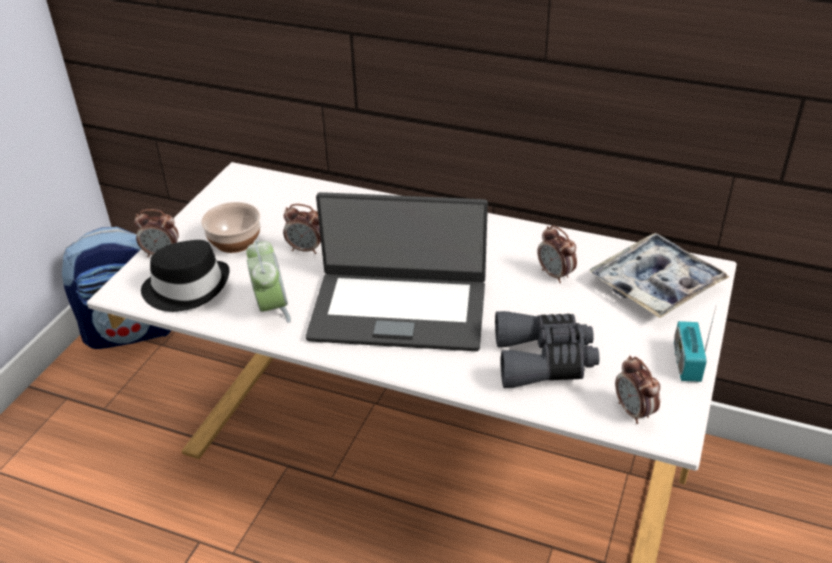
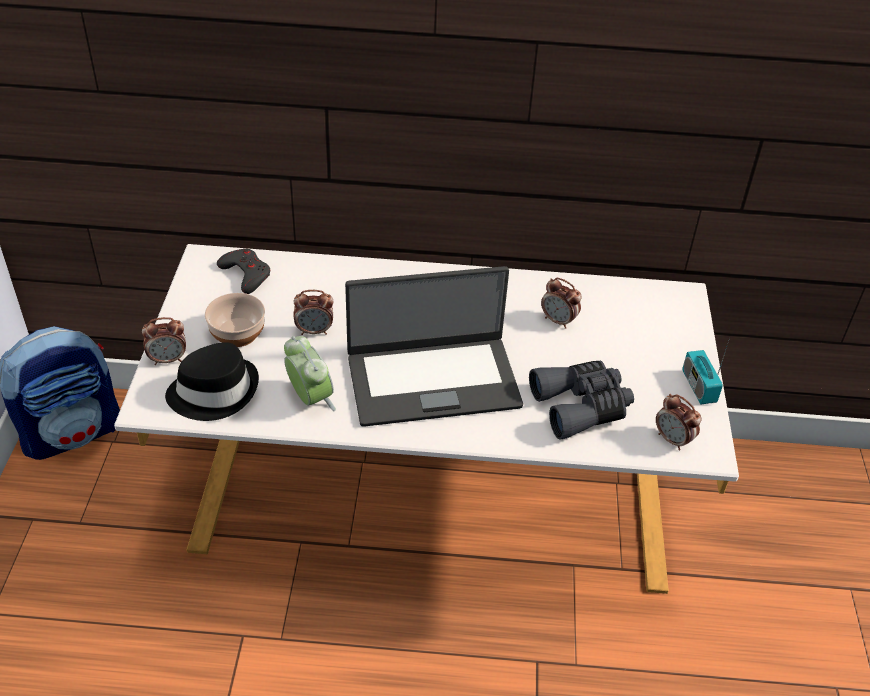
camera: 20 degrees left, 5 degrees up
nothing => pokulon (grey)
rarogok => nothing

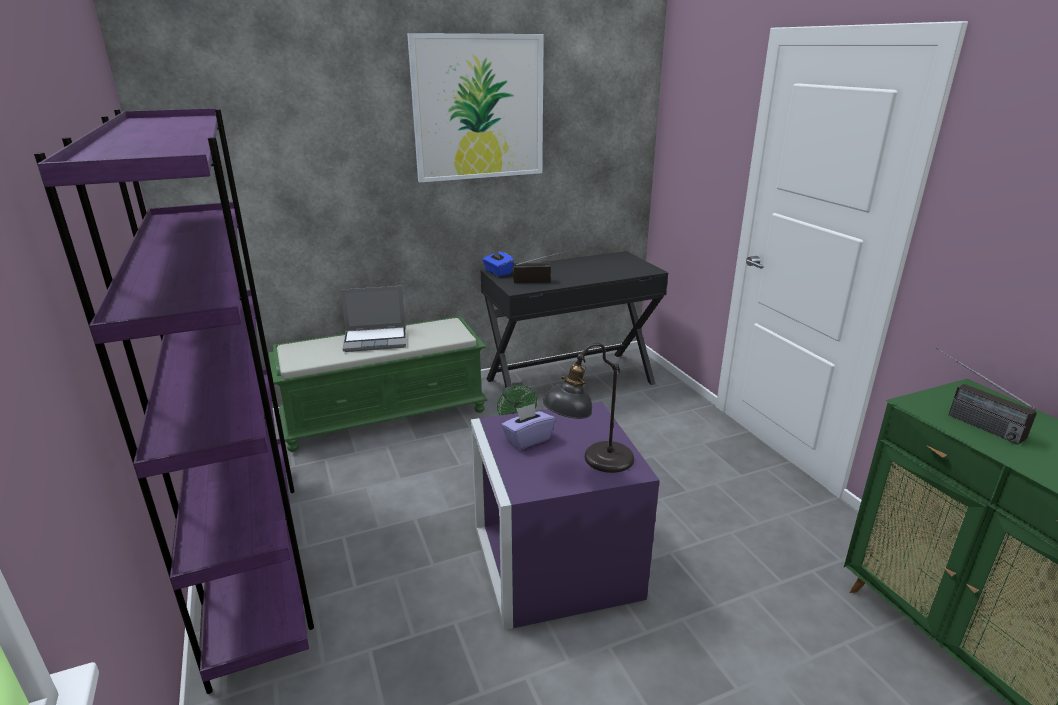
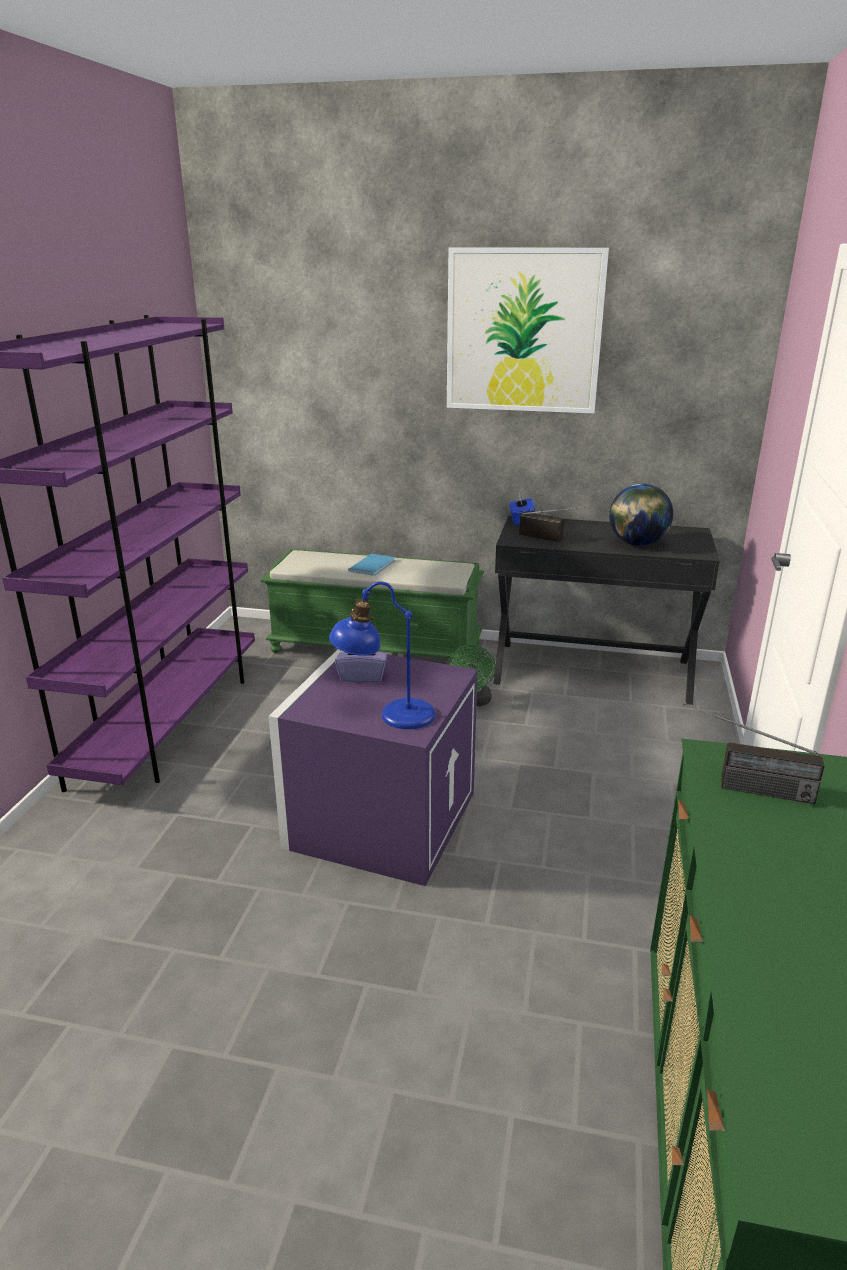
camera: 35 degrees right, 0 degrees up
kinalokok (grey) => kinalokok (blue)
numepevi => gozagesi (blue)
nothing => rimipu
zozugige (2nd from left), 75 degrees counterclockwise

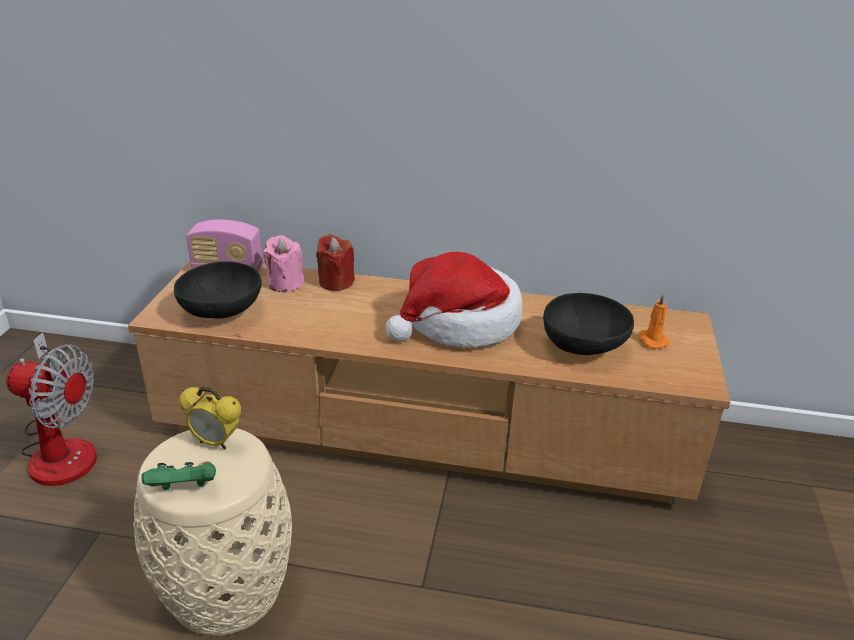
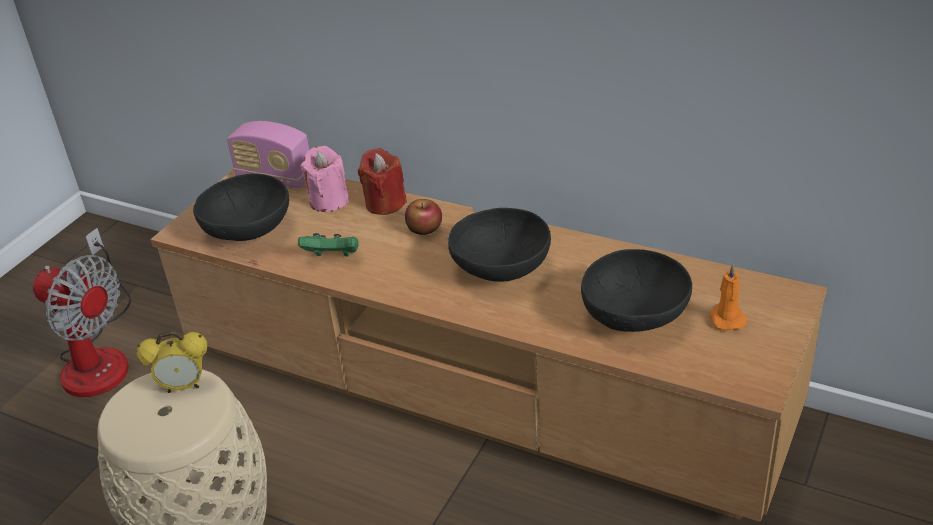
camera: 20 degrees right, 5 degrees up
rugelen, 45 degrees counterclockwise
pokulon (green), moved
nothing => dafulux
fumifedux => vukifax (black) (2nd from left)

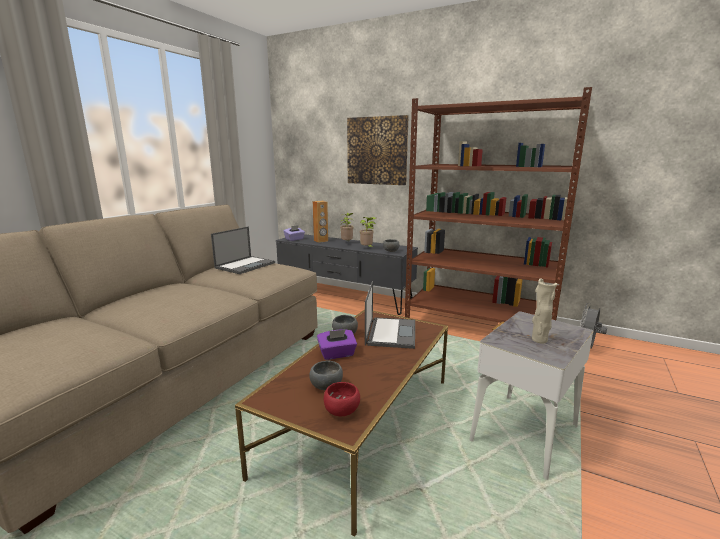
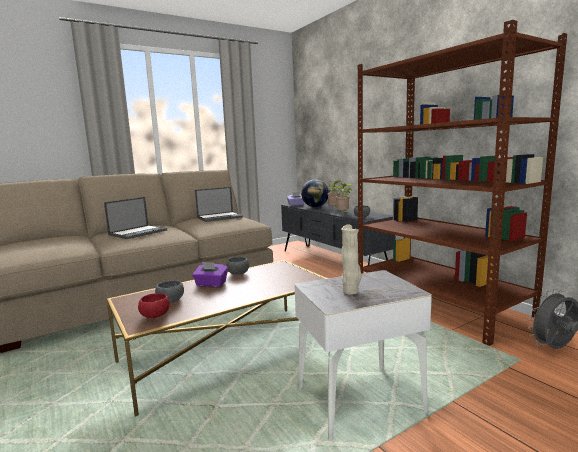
camera: 30 degrees right, 5 degrees down
numepevi (2nd from left in the first image) => numepevi (1st from left), moved
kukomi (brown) => rimipu
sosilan => nothing

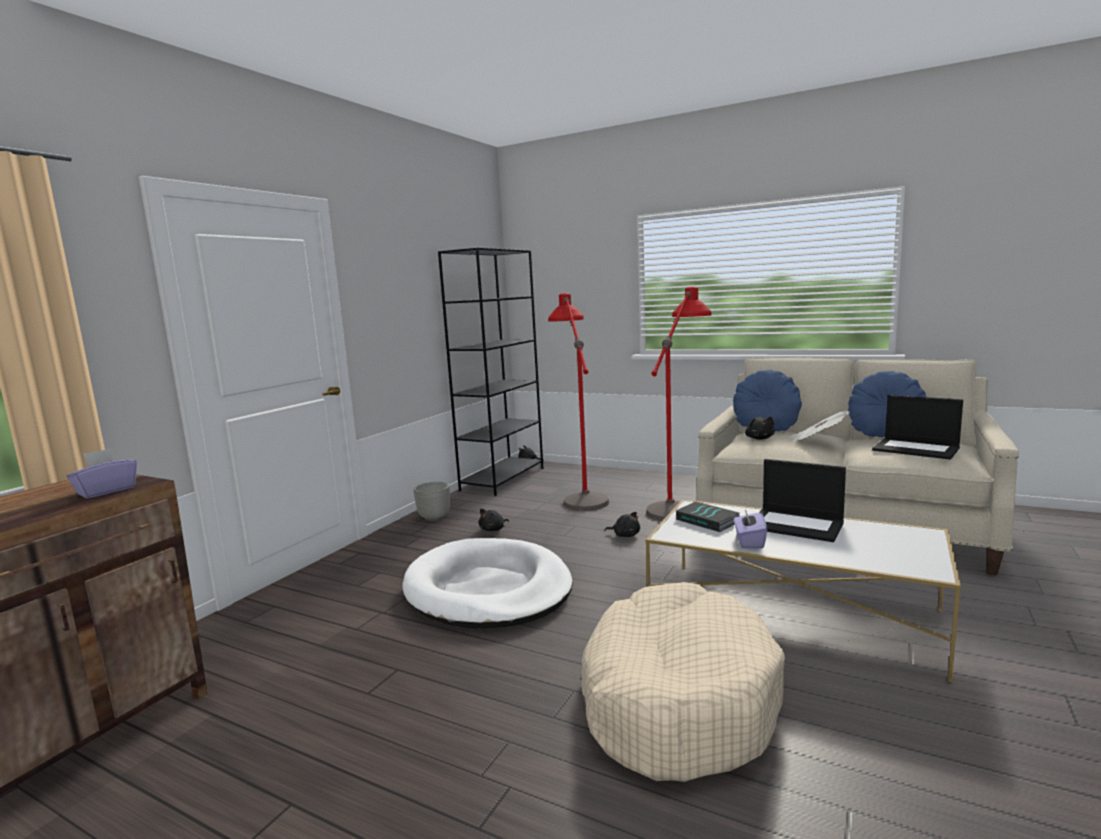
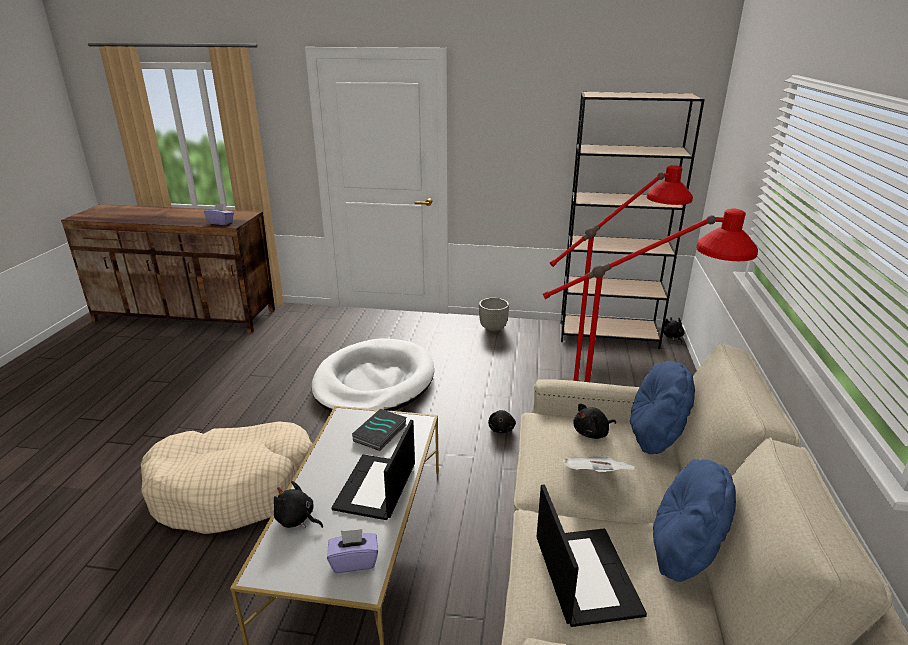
camera: 70 degrees right, 15 degrees up
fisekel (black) (1st from left), moved
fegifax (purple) (2nd from left), moved
numepevi (2nd from left), 150 degrees clockwise
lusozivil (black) => lusozivil (beige)

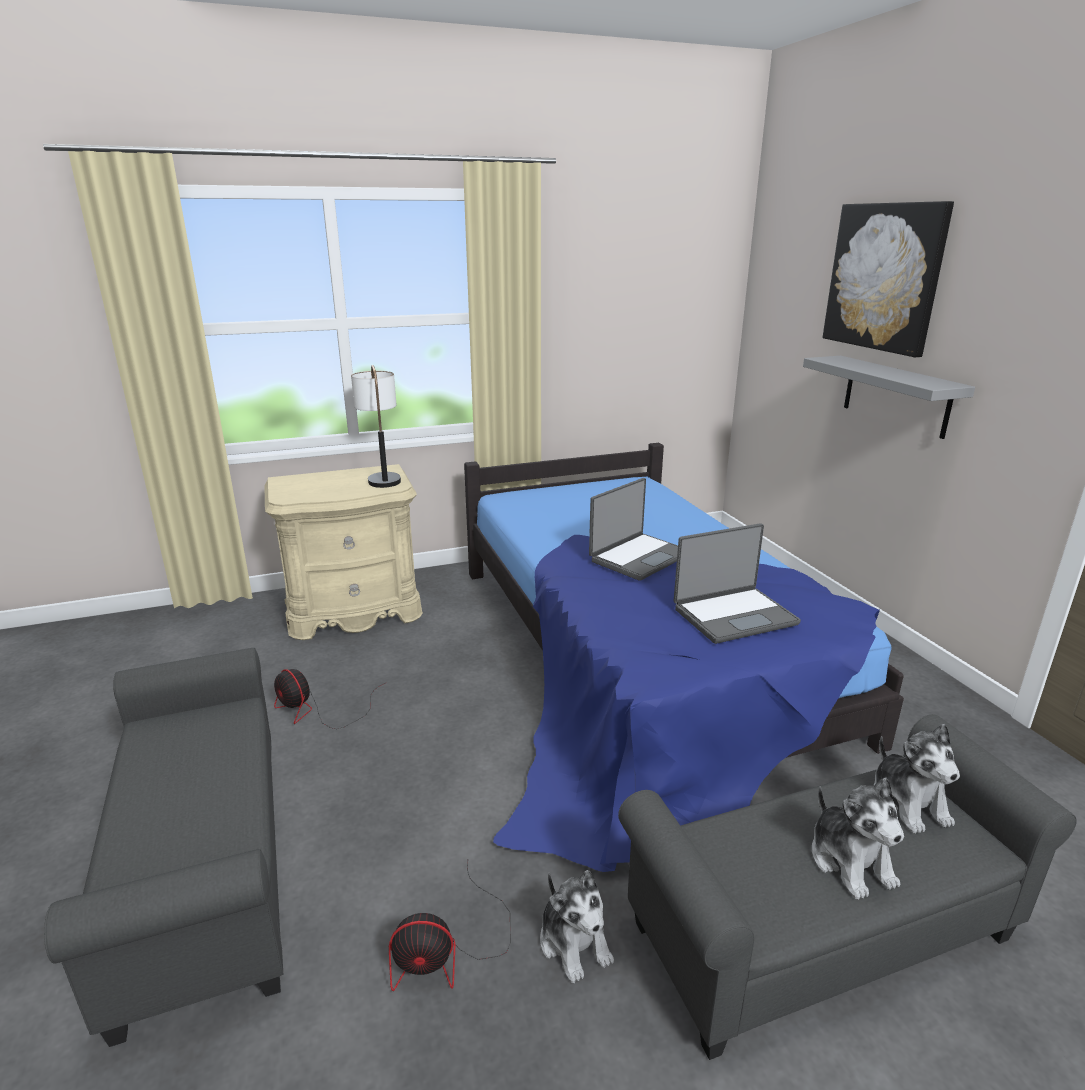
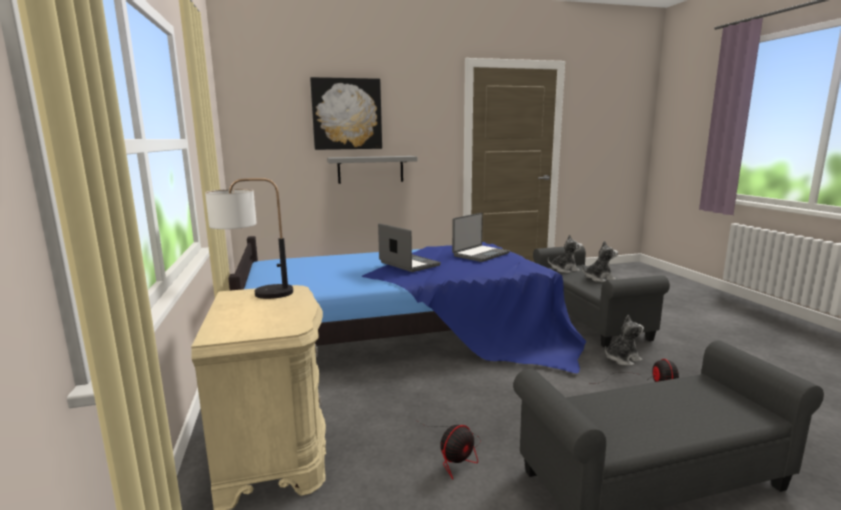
camera: 85 degrees left, 10 degrees down
numepevi (2nd from left), 60 degrees clockwise

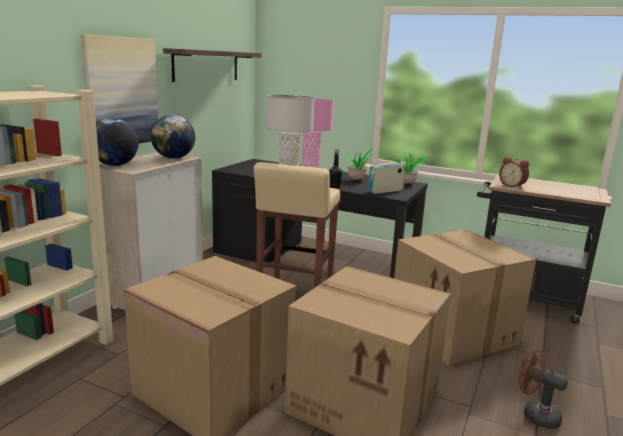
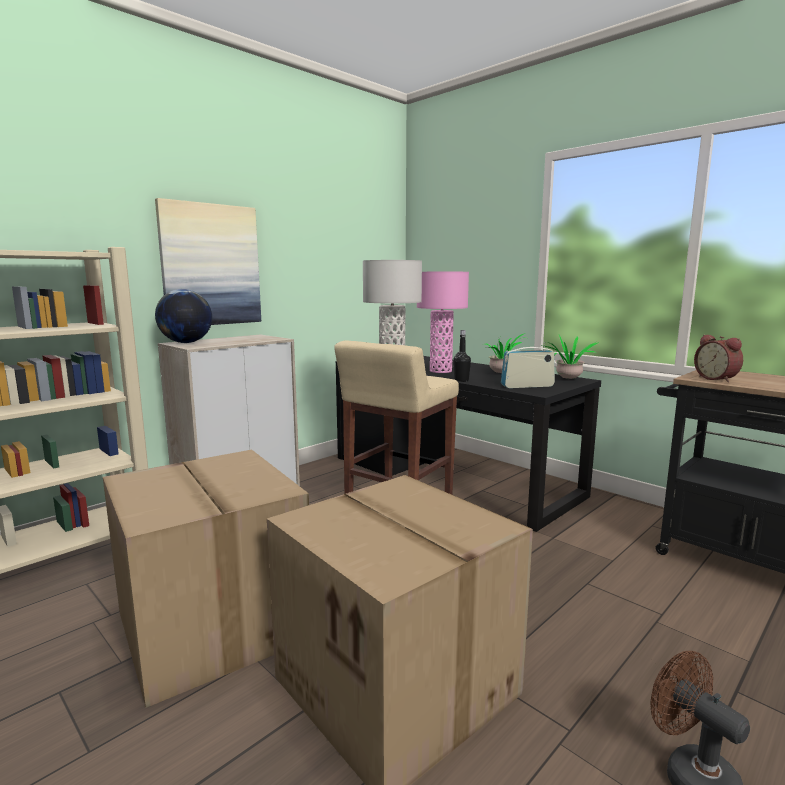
camera: 20 degrees right, 5 degrees down
rimipu (2nd from left) => nothing
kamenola => nothing
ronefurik (3rd from left) => nothing

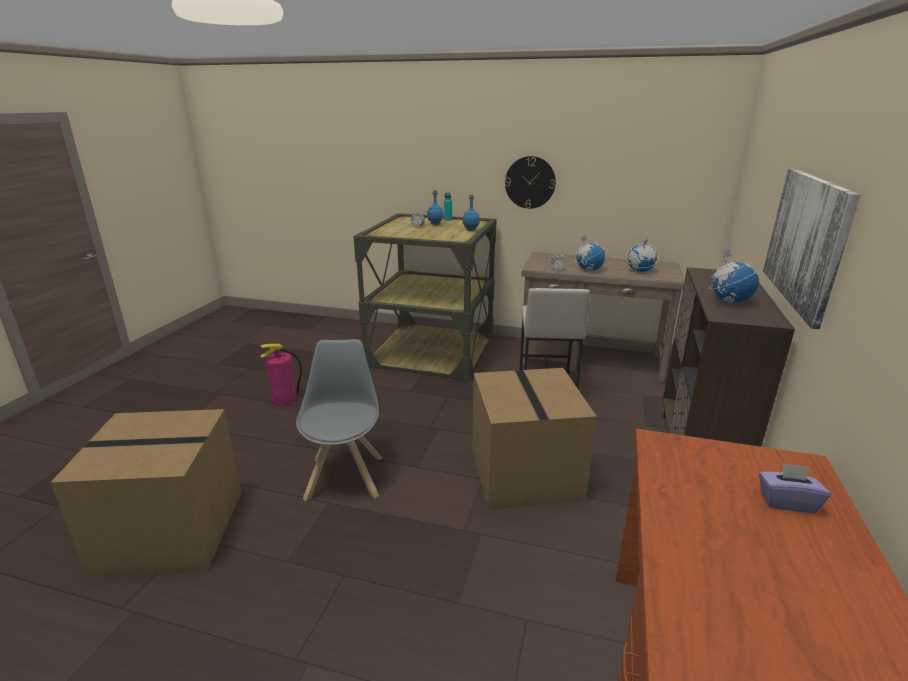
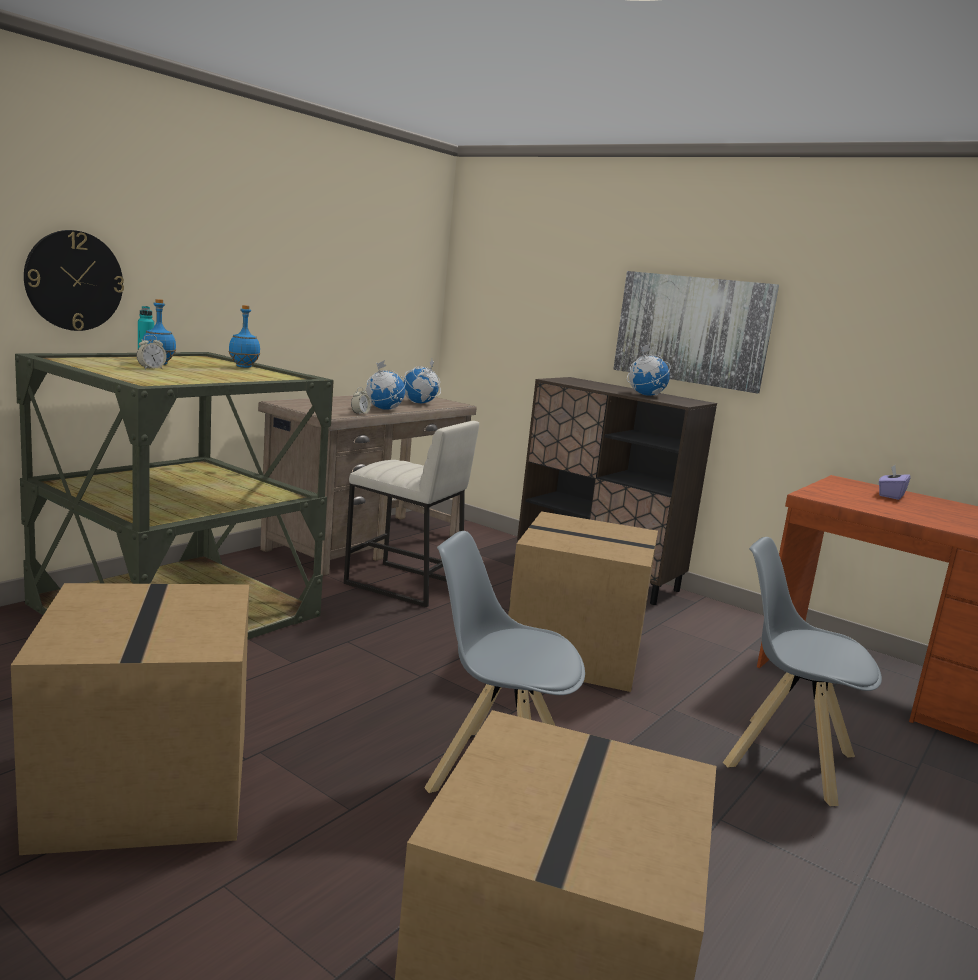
camera: 70 degrees left, 10 degrees down
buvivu => ronefurik (1st from left)
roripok, moved
nothing => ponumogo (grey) (2nd from left)

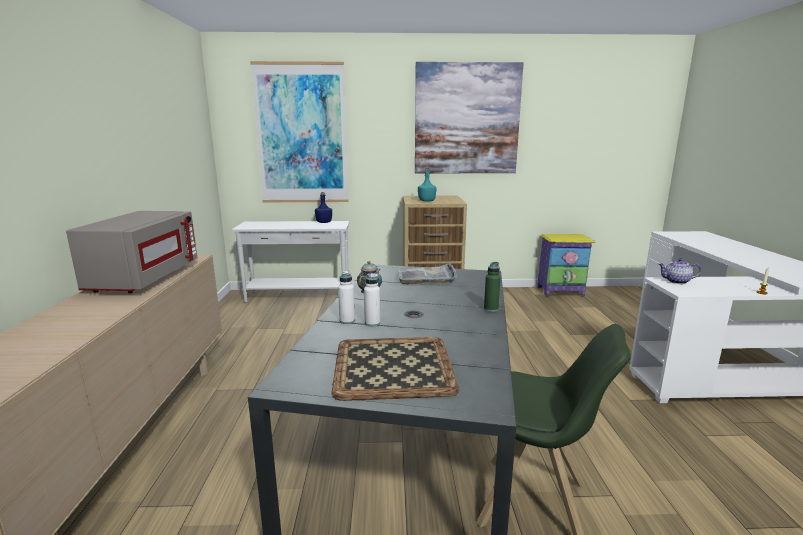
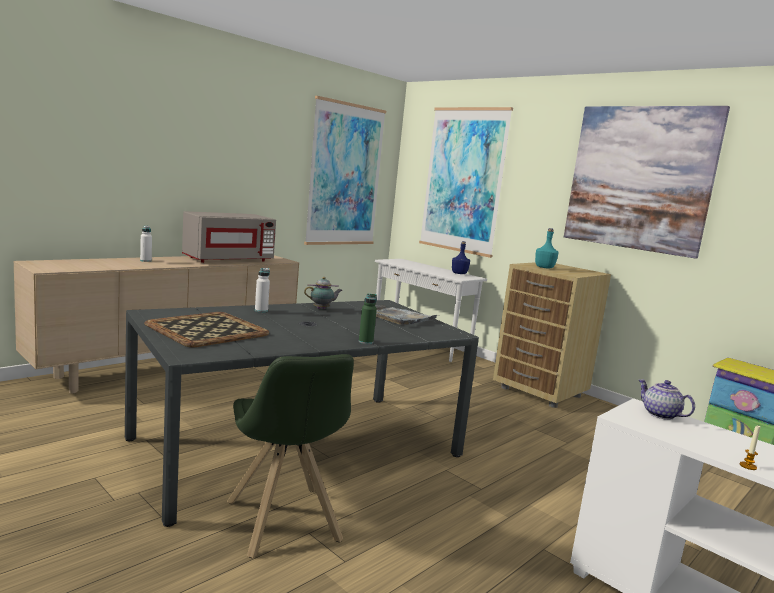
camera: 45 degrees right, 5 degrees down
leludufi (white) (2nd from left in the first image) => leludufi (white) (1st from left), moved
nothing => sosilan (1st from left)

